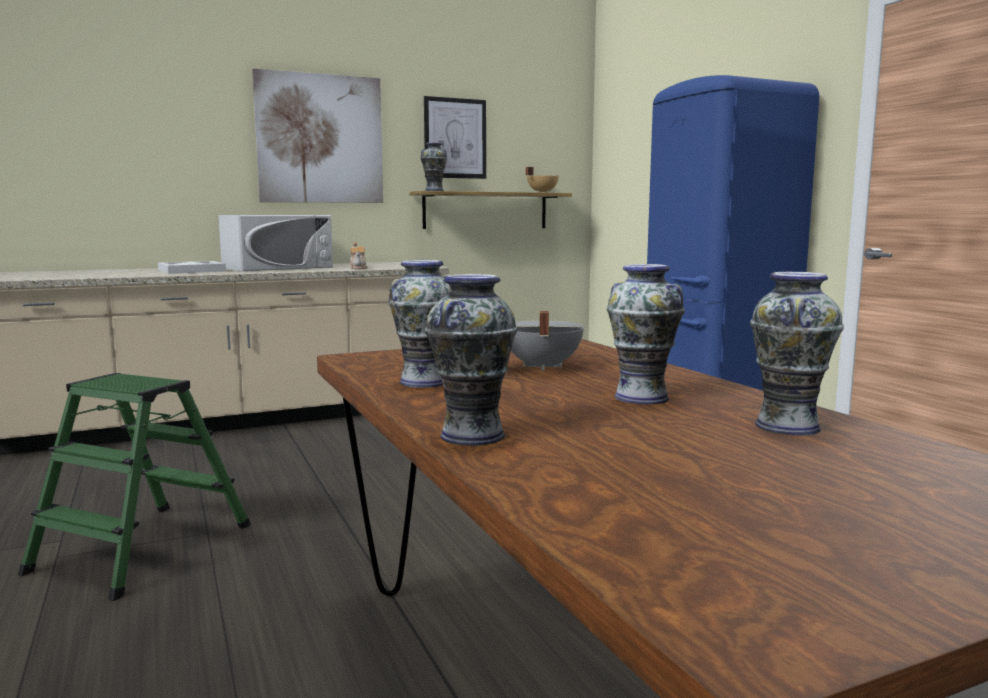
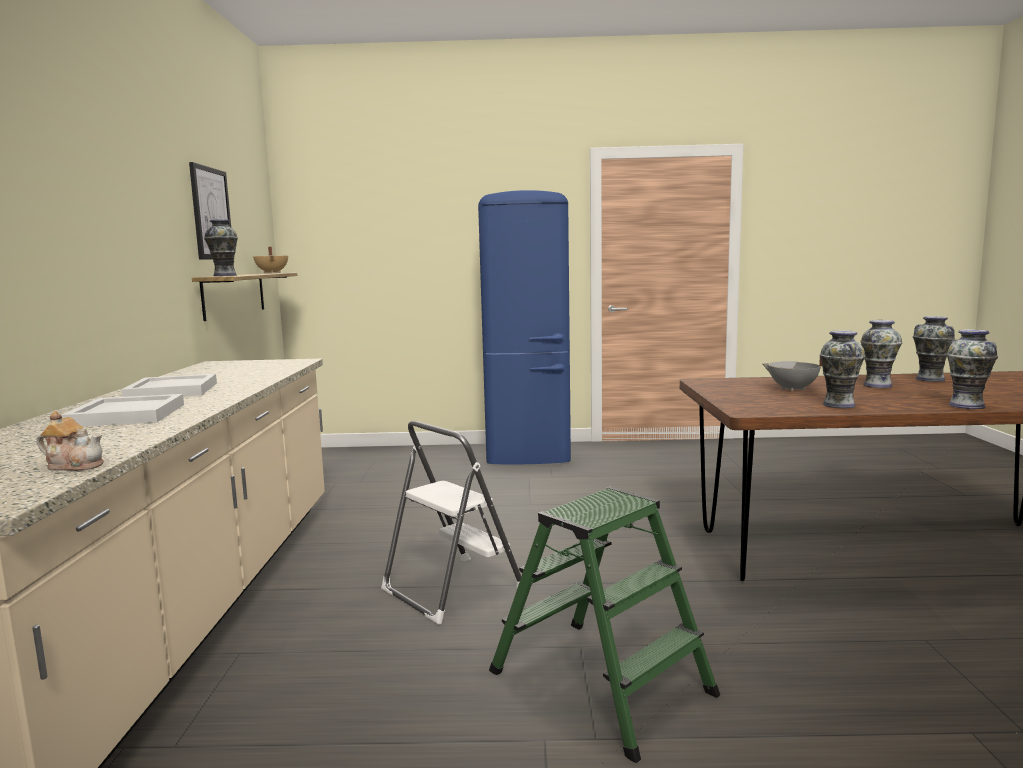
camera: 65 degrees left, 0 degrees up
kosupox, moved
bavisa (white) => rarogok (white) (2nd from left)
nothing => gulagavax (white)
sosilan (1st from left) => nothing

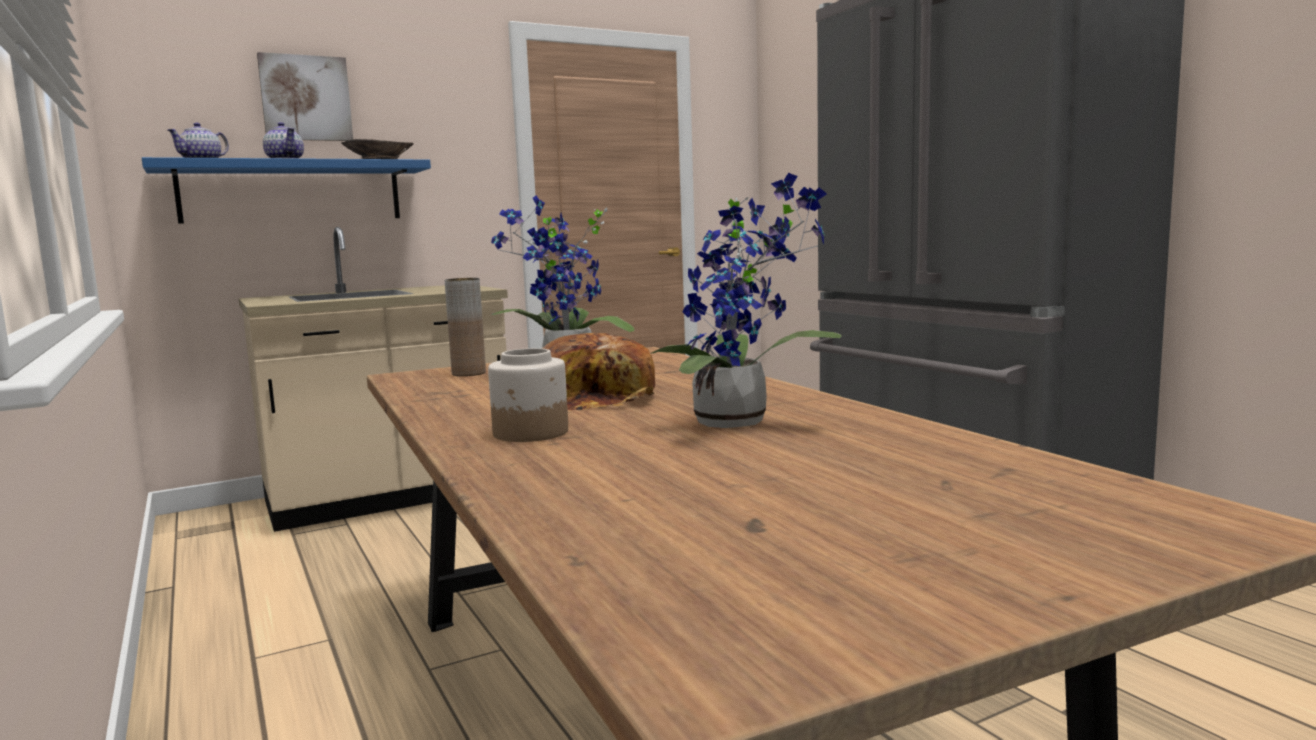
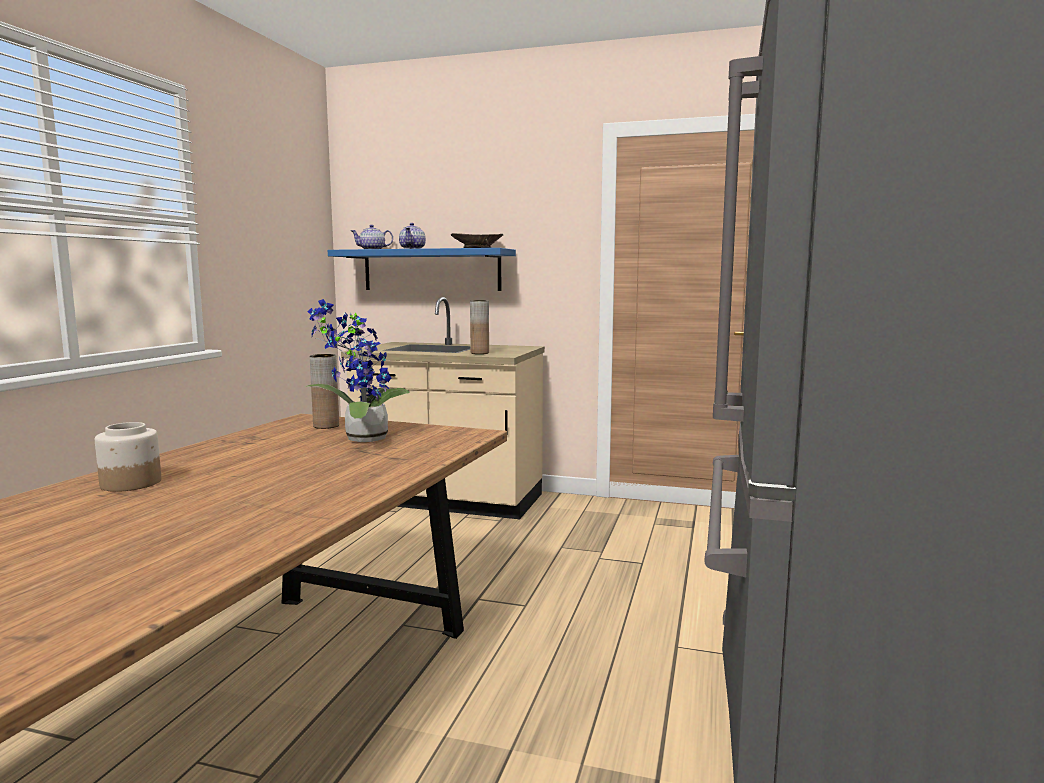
camera: 45 degrees right, 0 degrees up
nothing => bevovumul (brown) (2nd from left)
sosilan => nothing
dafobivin => nothing
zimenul (2nd from left) => nothing

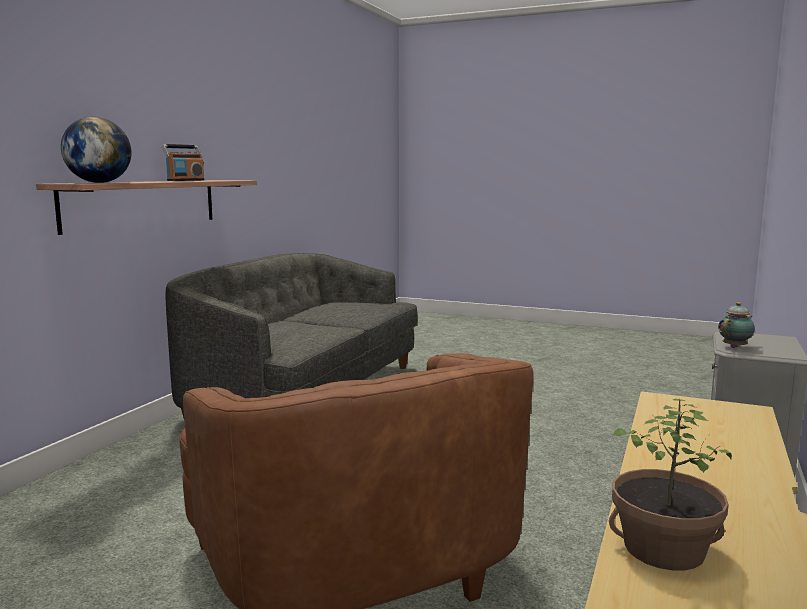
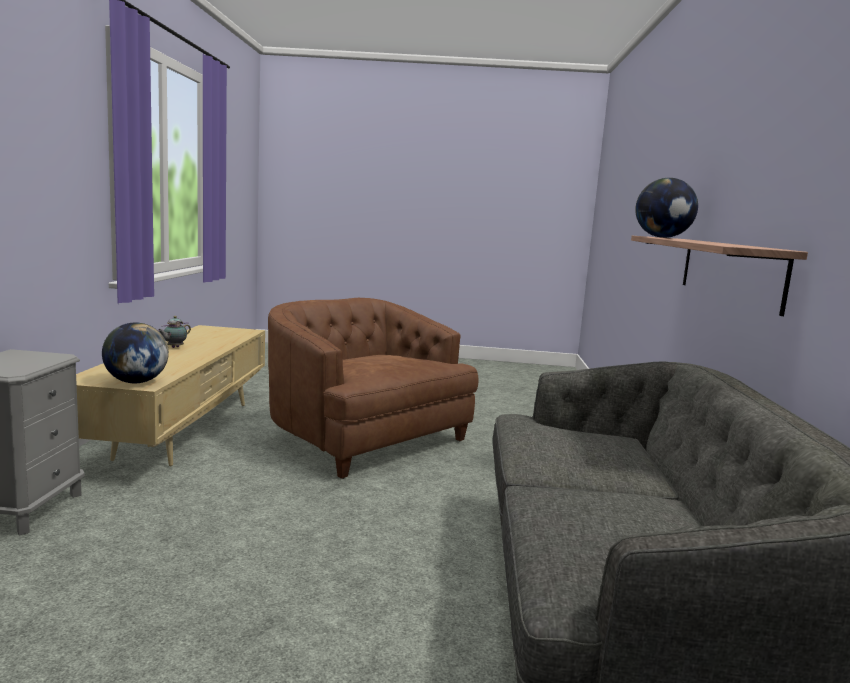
camera: 160 degrees right, 0 degrees up
nothing => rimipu (1st from left)
kosupox, moved
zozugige => nothing
zimenul => nothing

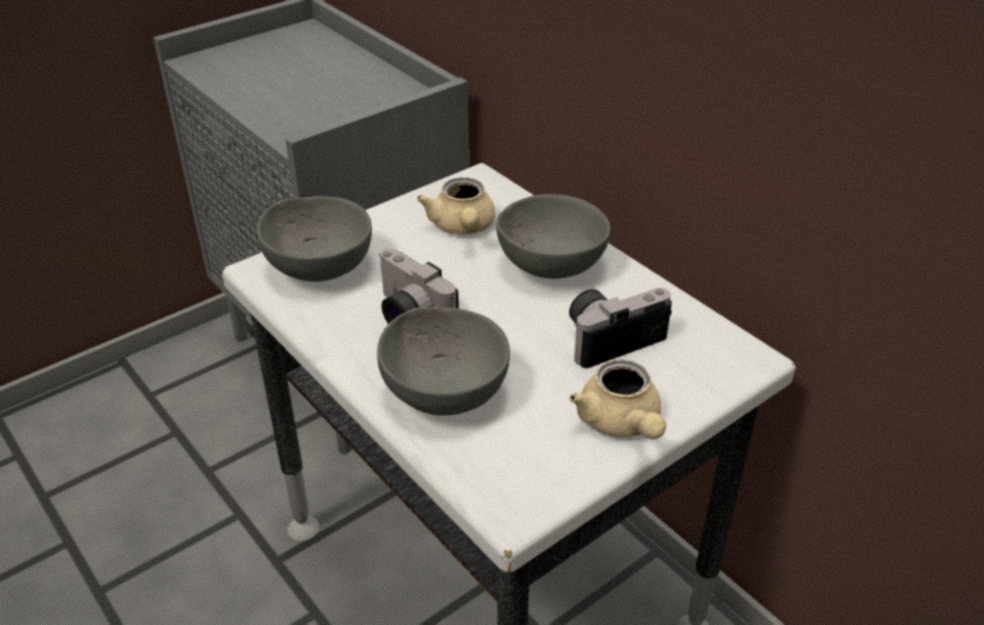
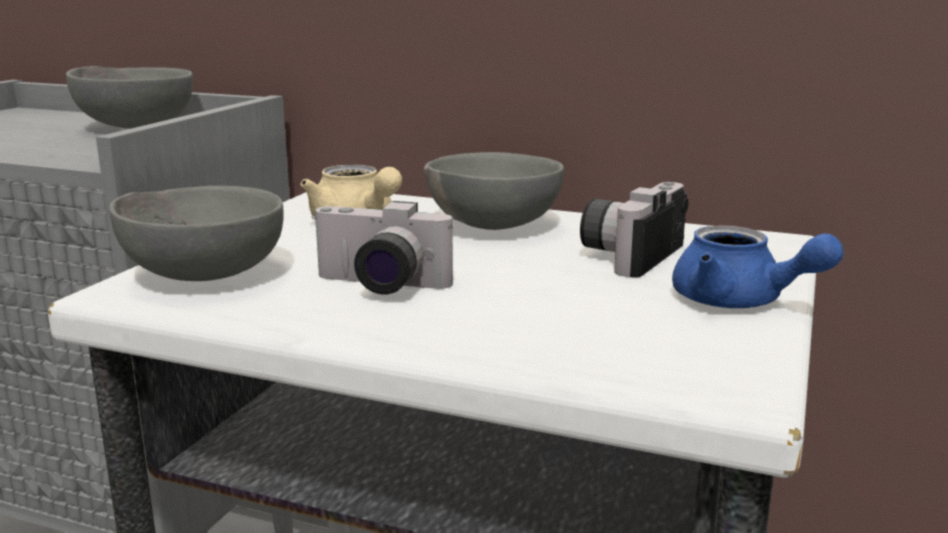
camera: 30 degrees left, 20 degrees down
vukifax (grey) (2nd from left in the first image) => vukifax (grey) (1st from left), moved
kosupox (beige) (2nd from left) => kosupox (blue)

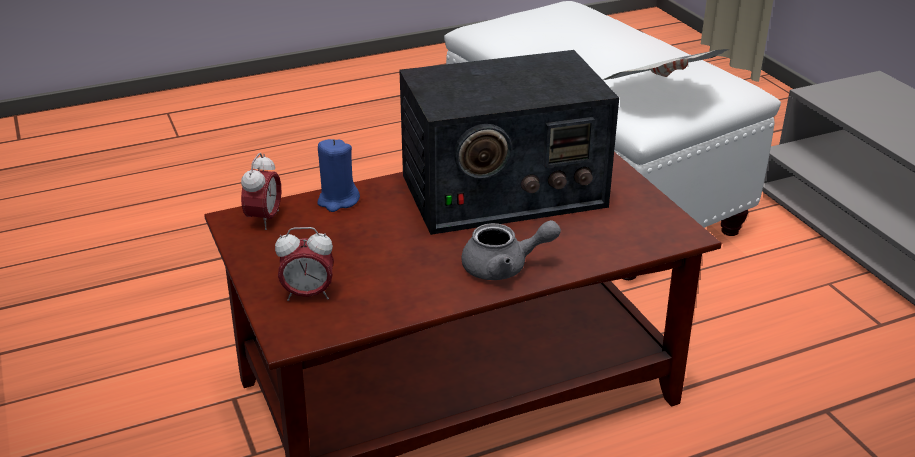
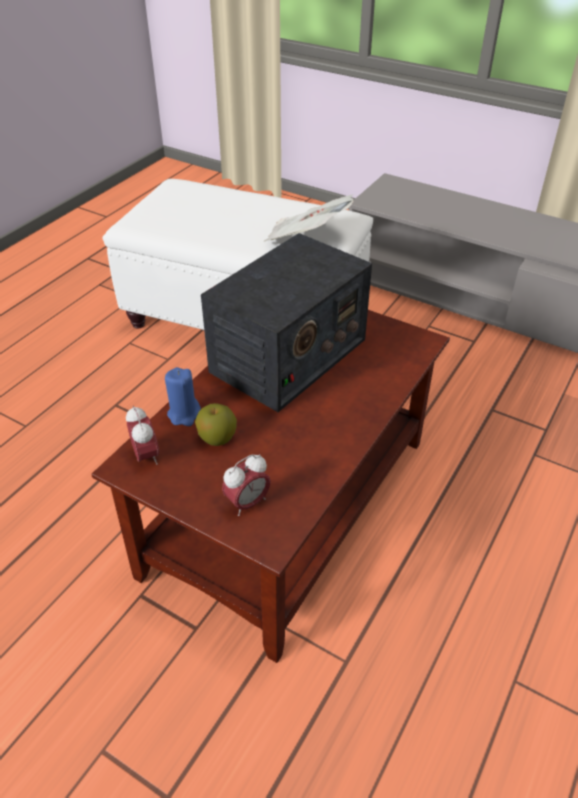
camera: 35 degrees left, 10 degrees up
nothing => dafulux
kosupox (grey) => nothing

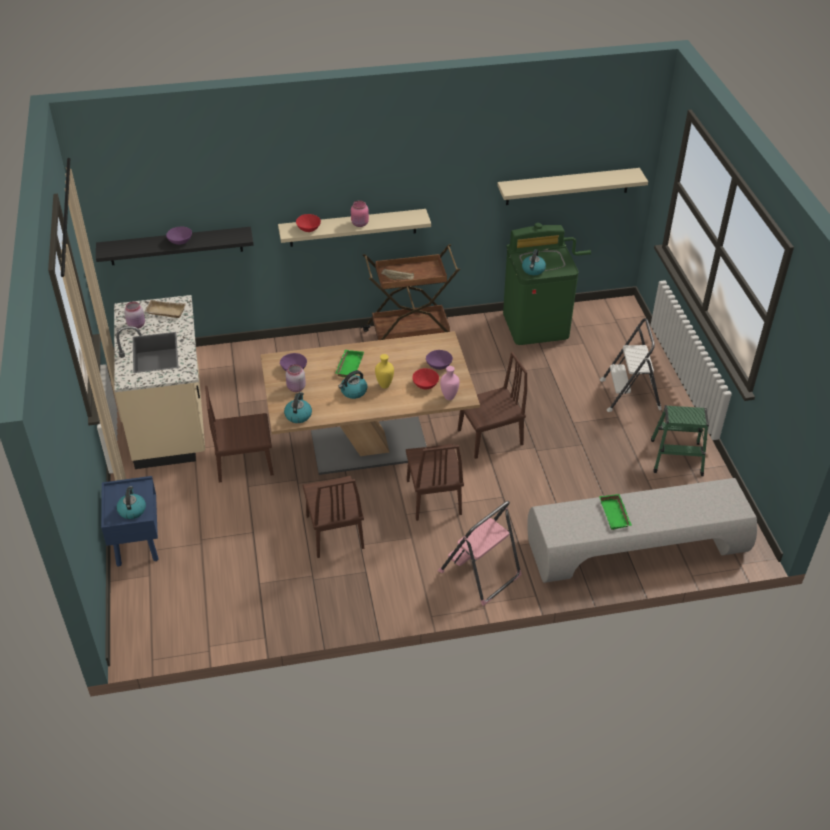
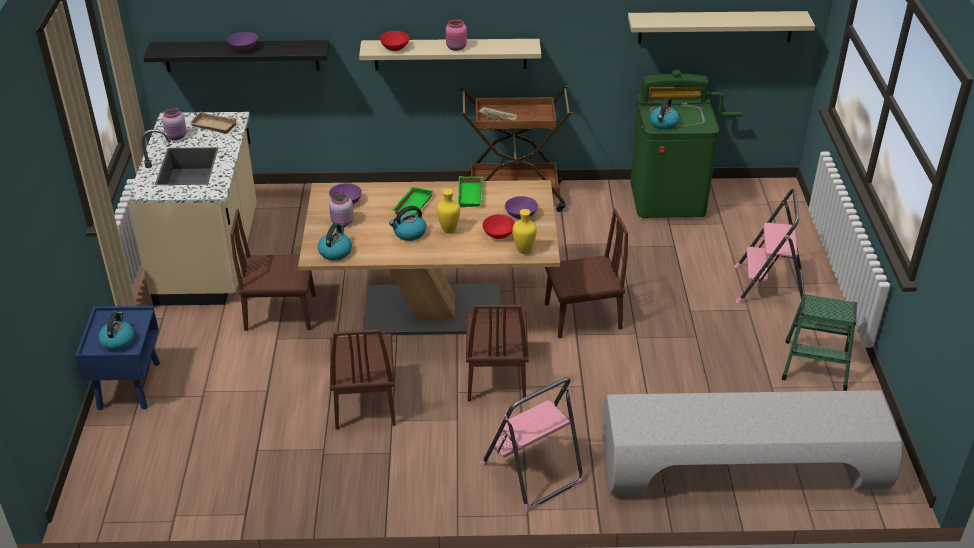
camera: 10 degrees right, 5 degrees down
rarogok (green) (2nd from left), moved
bevovumul (pink) => bevovumul (yellow) (2nd from left)
gulagavax (white) => gulagavax (pink) (2nd from left)

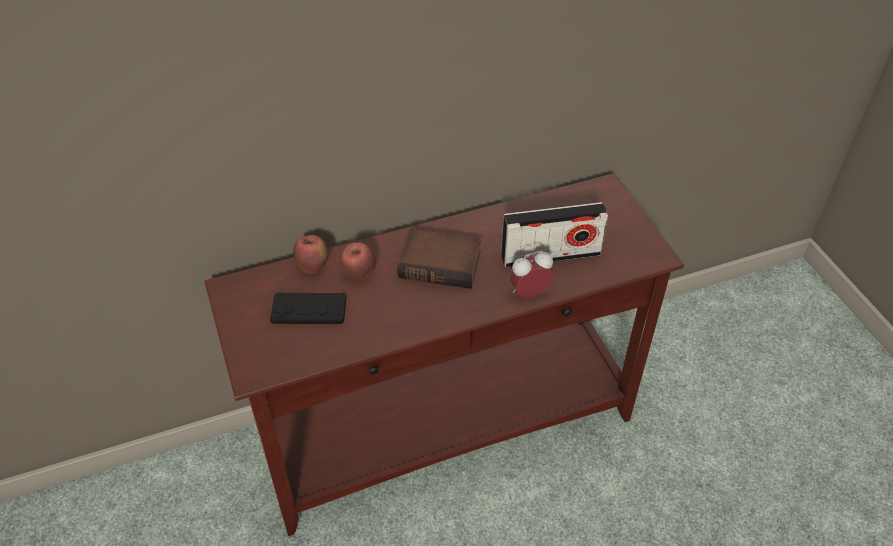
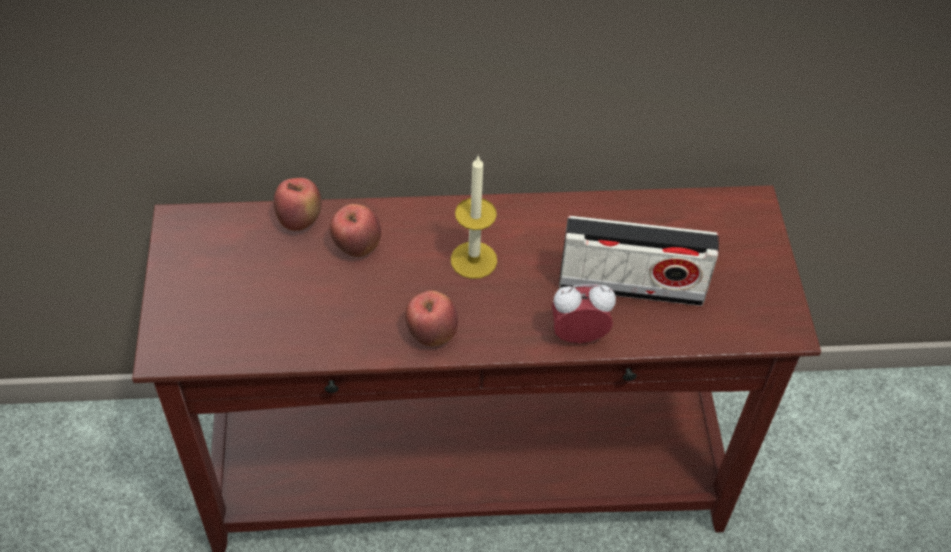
camera: 15 degrees right, 5 degrees up
nothing => dafulux (3rd from left)
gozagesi => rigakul
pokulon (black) => nothing

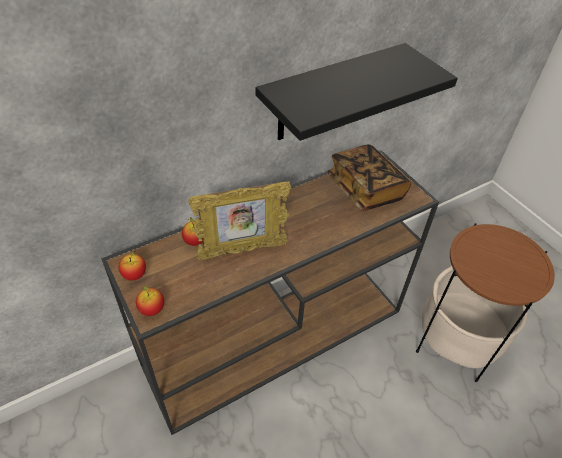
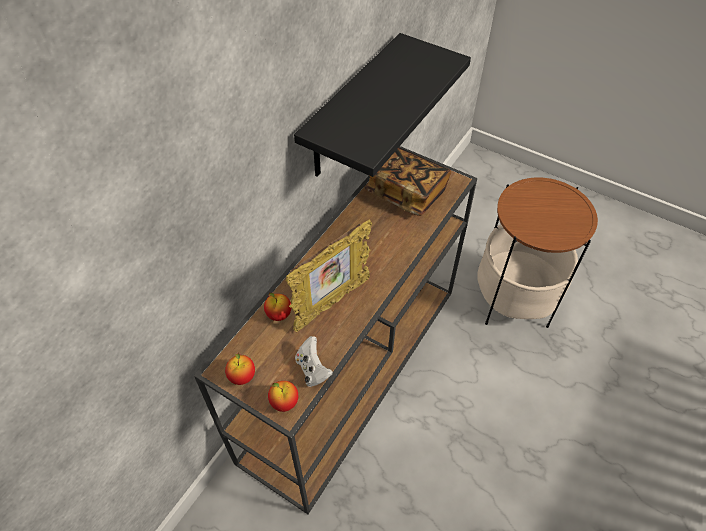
camera: 25 degrees left, 5 degrees up
nothing => pokulon (white)

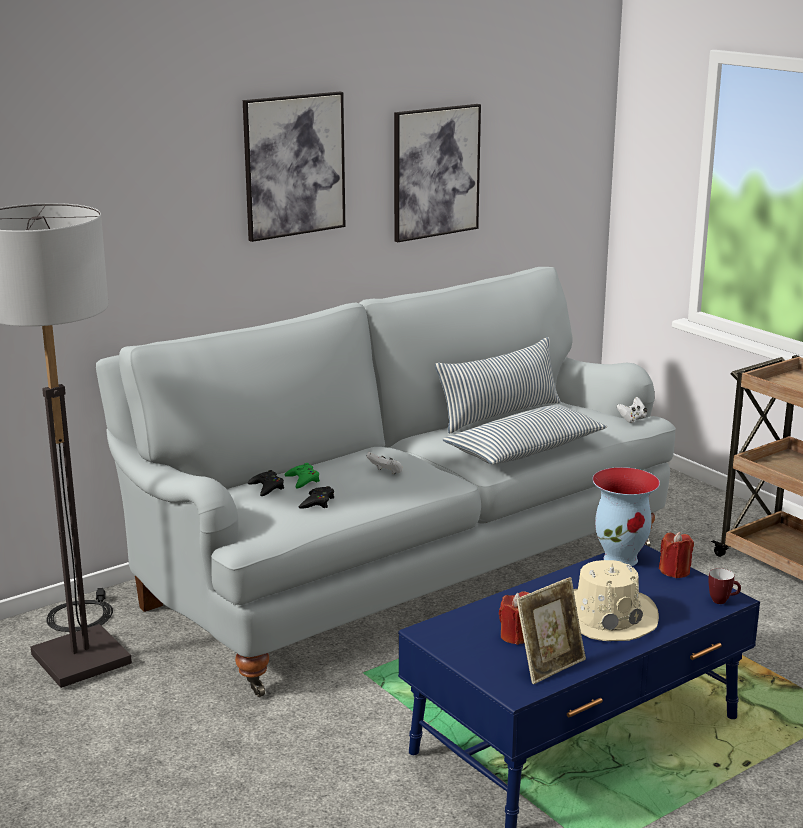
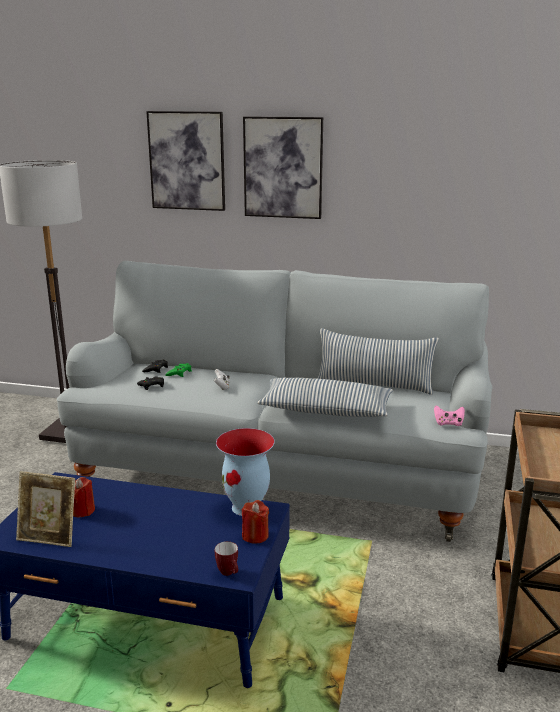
camera: 50 degrees right, 0 degrees up
sosilan (2nd from left in the first image) => sosilan (1st from left), moved
pokulon (white) (2nd from left) => pokulon (pink)
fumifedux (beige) => nothing

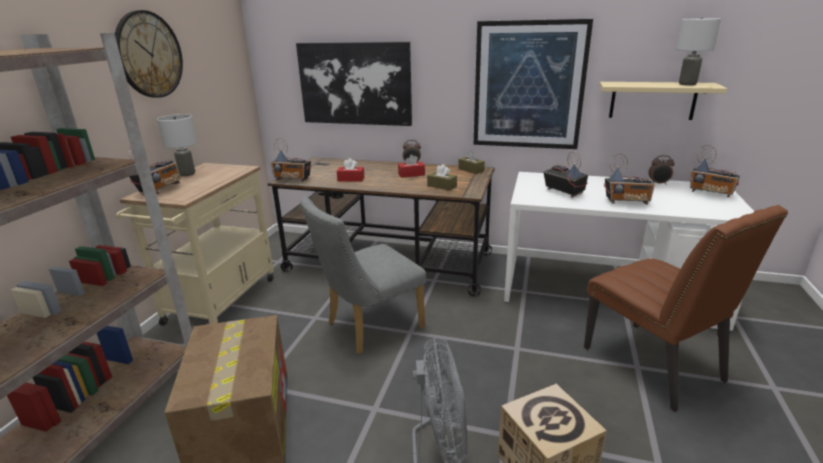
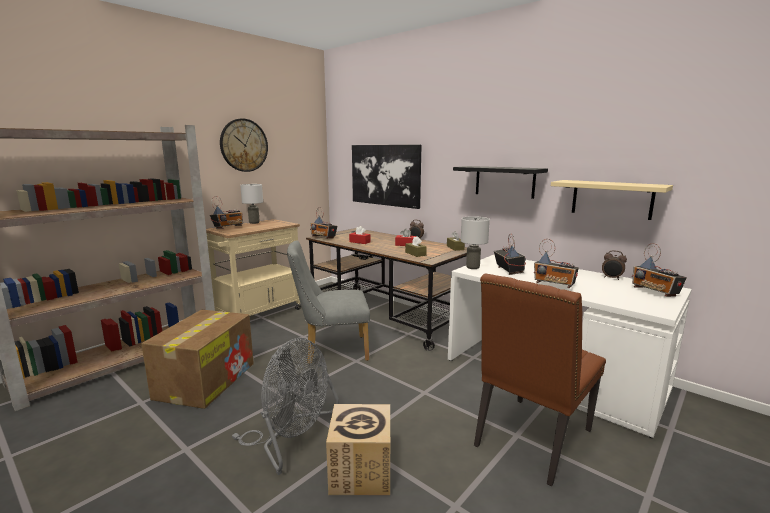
camera: 25 degrees right, 10 degrees down
sosilan (2nd from left) => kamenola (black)
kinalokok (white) (2nd from left), moved
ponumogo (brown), 45 degrees clockwise

